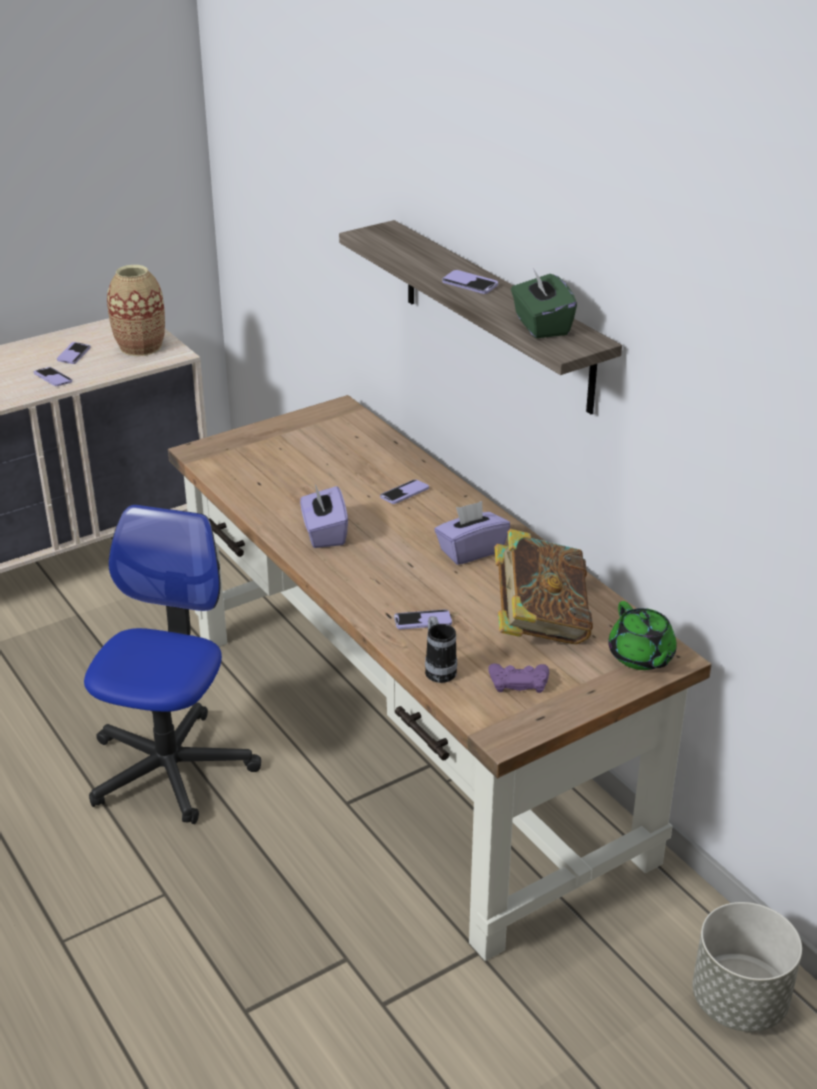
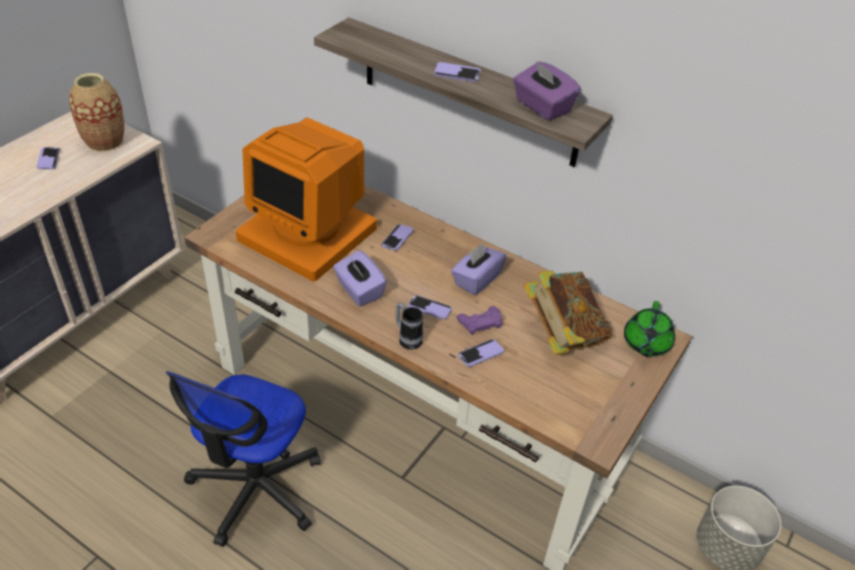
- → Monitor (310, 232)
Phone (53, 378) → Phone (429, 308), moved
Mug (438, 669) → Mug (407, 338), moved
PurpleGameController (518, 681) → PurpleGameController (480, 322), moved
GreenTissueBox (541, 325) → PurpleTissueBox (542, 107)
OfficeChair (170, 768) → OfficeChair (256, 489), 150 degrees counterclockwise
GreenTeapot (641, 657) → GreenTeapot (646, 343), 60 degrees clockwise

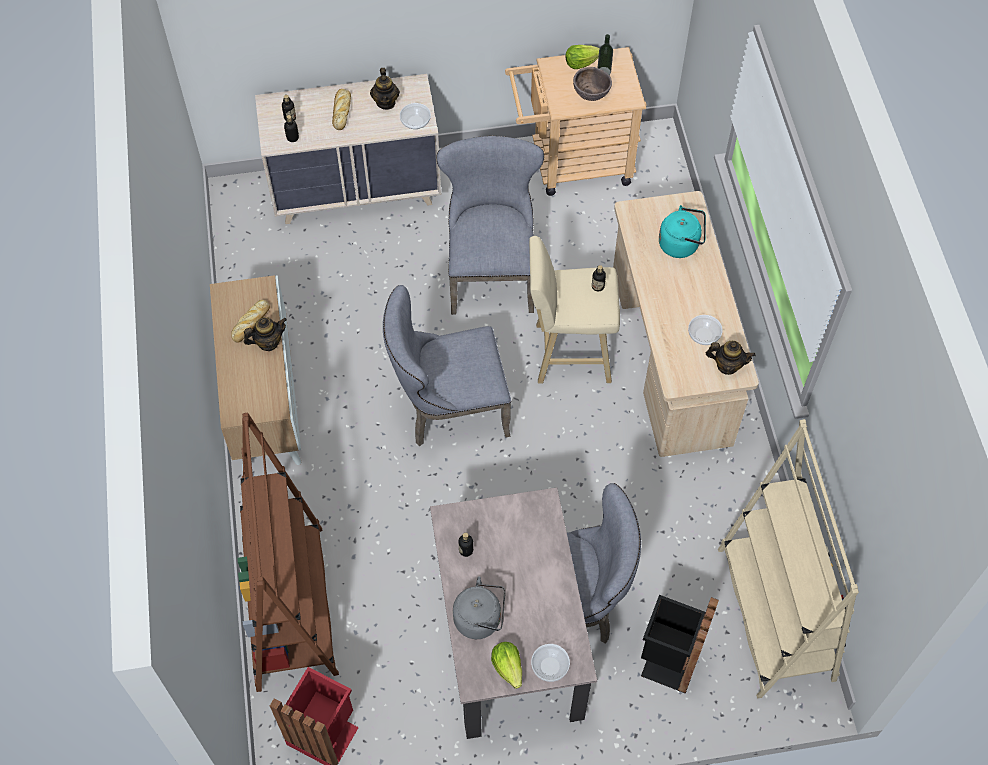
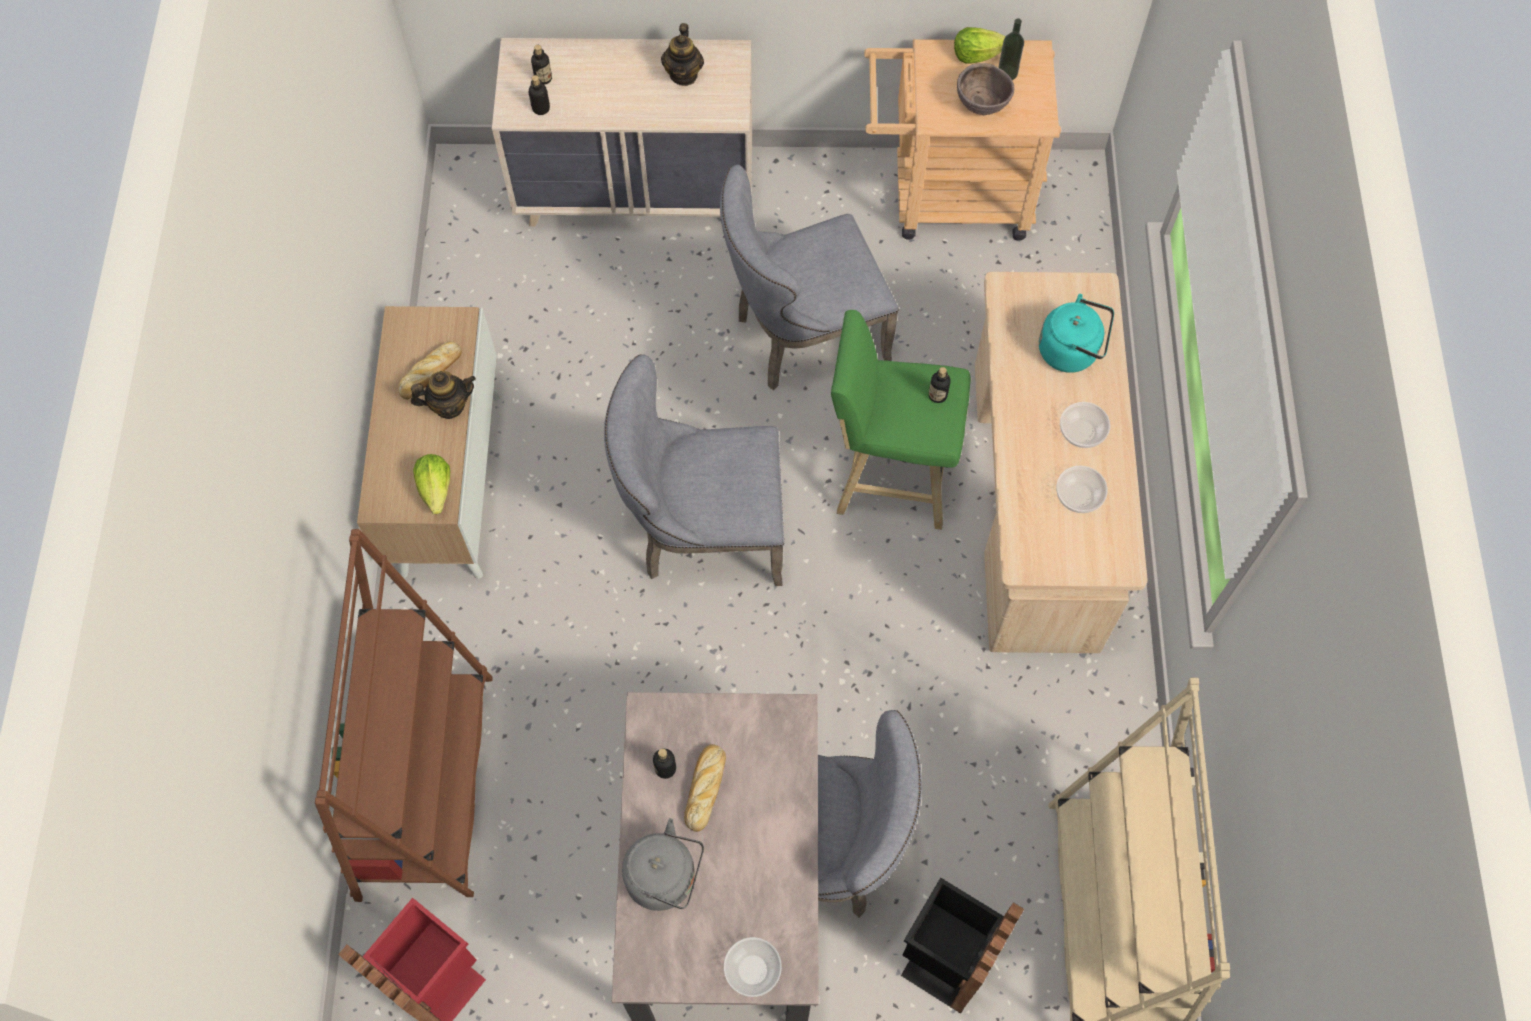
Teapot (727, 365) → -
Bread (341, 110) → Bread (705, 787), moved
Bowl (416, 122) → Bowl (1082, 432), moved
Lettuce (508, 667) → Lettuce (436, 489), moved
BeigeStool (568, 353) → GreenStool (888, 475)
GreyChair (491, 271) → GreyChair (802, 337), 120 degrees counterclockwise

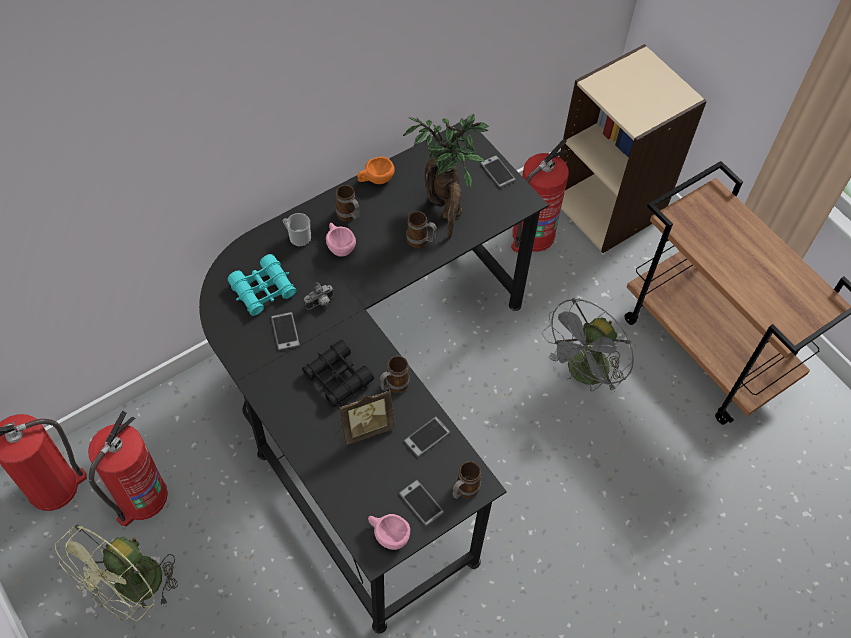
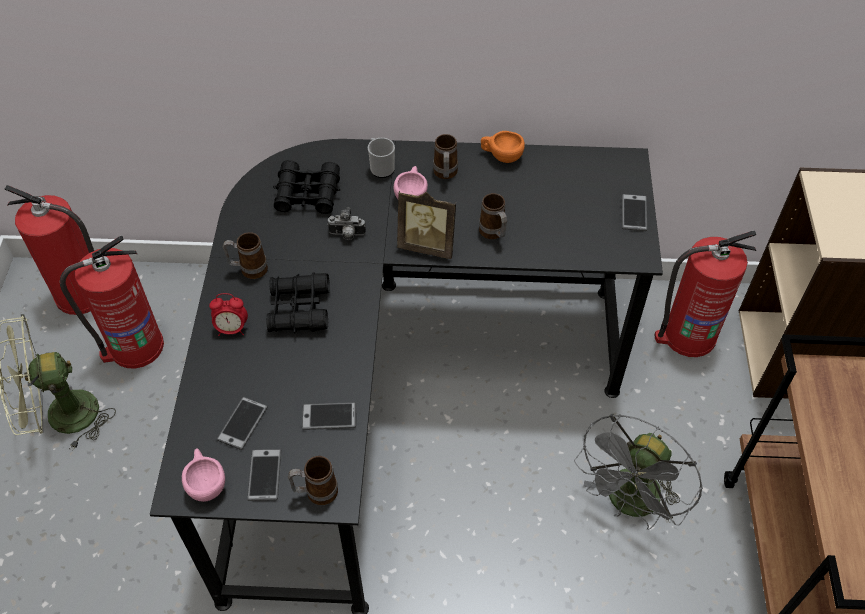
PottedPlant (445, 210) → -
- → AlarmClock (232, 329)
Phone (285, 331) → Phone (242, 423), moved
PictureFrame (366, 427) → PictureFrame (428, 245), moved
Mug (393, 386) → Mug (248, 269), moved
TurquoiseBinoculars (263, 290) → BlackBinoculars (308, 194)
GreyFan (583, 374) → GreyFan (630, 504), 45 degrees counterclockwise

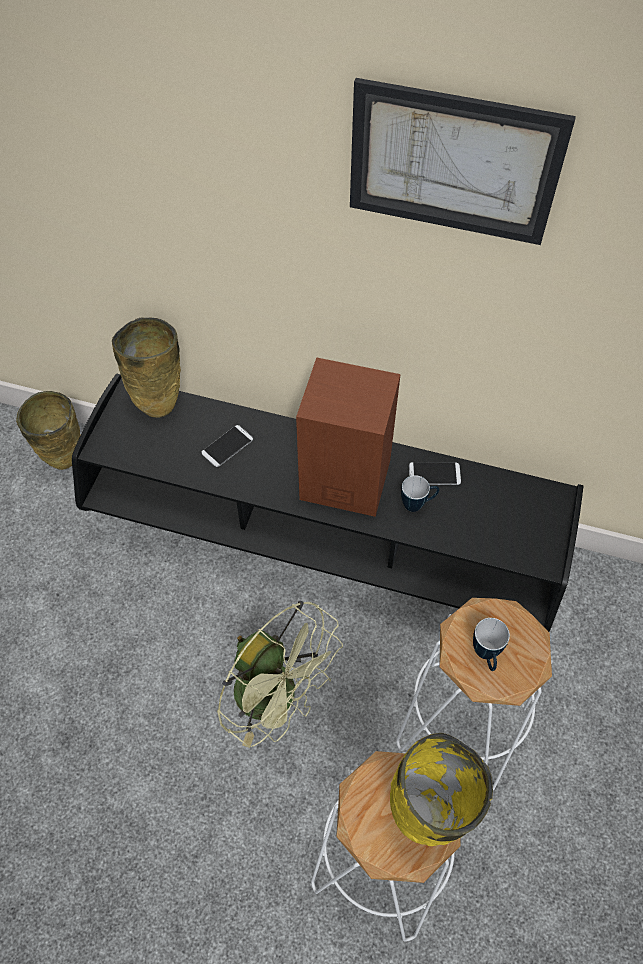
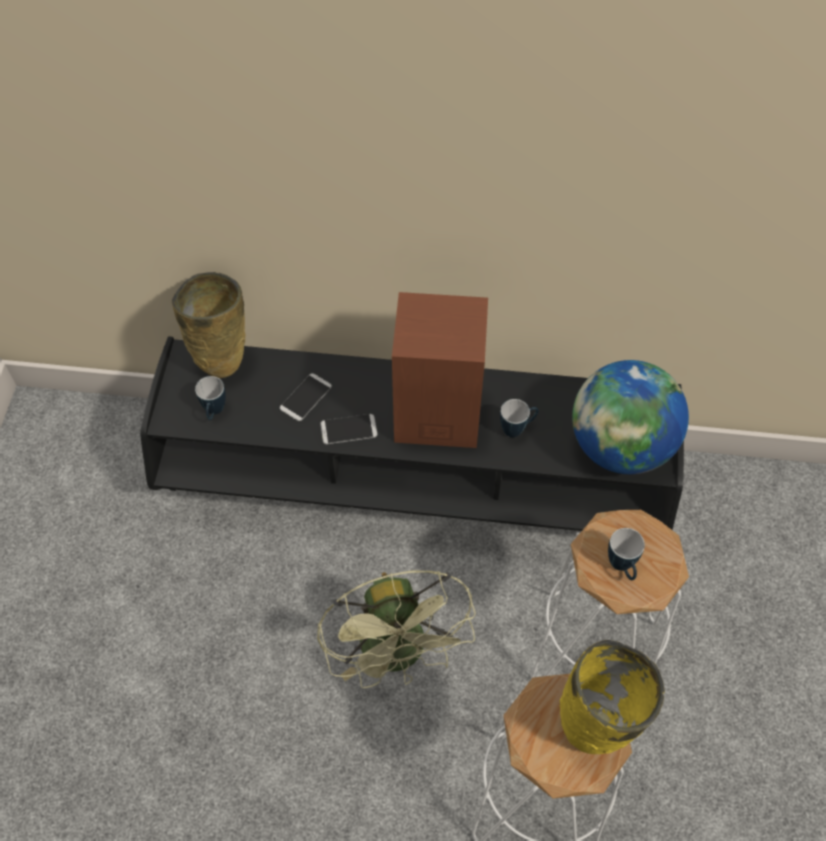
BeigeVase (65, 462) → -
Picture (453, 163) → -
- → Mug (214, 412)
- → Globe (620, 447)
Phone (434, 474) → Phone (348, 429), moved
GreenFan (278, 698) → GreenFan (399, 655), 45 degrees clockwise

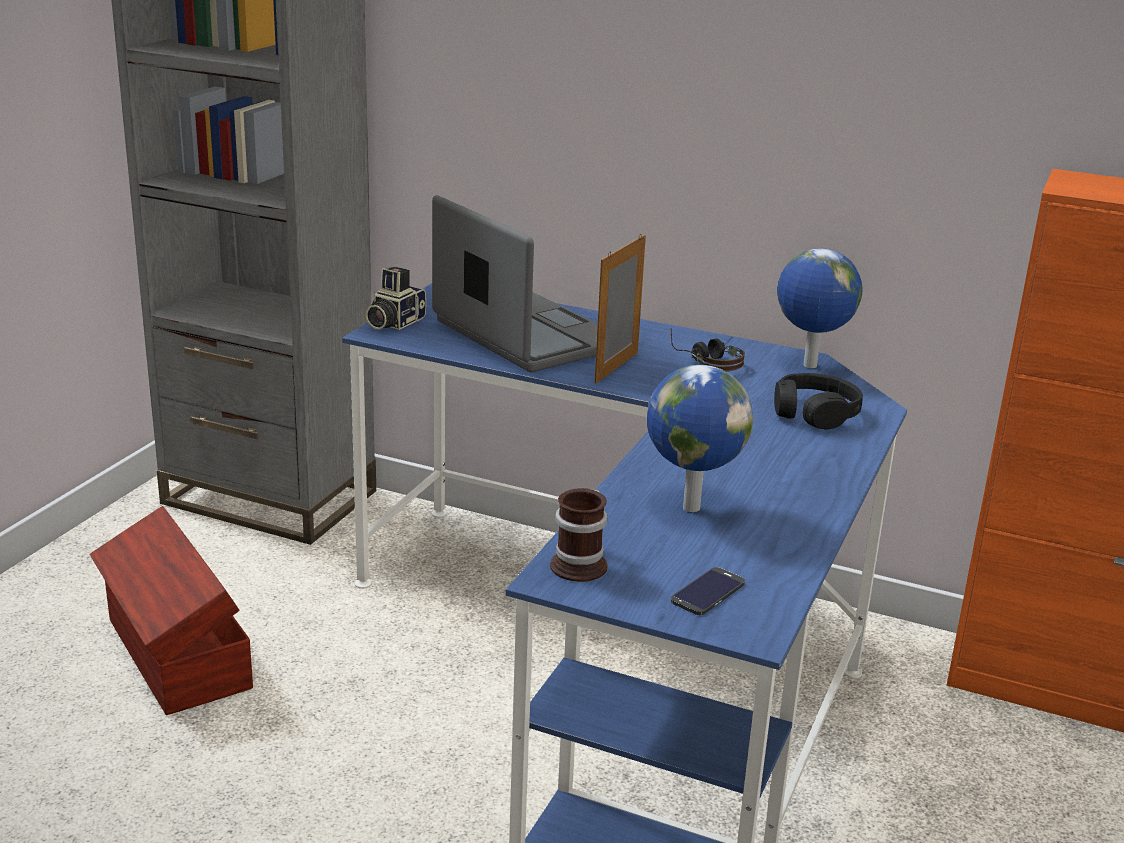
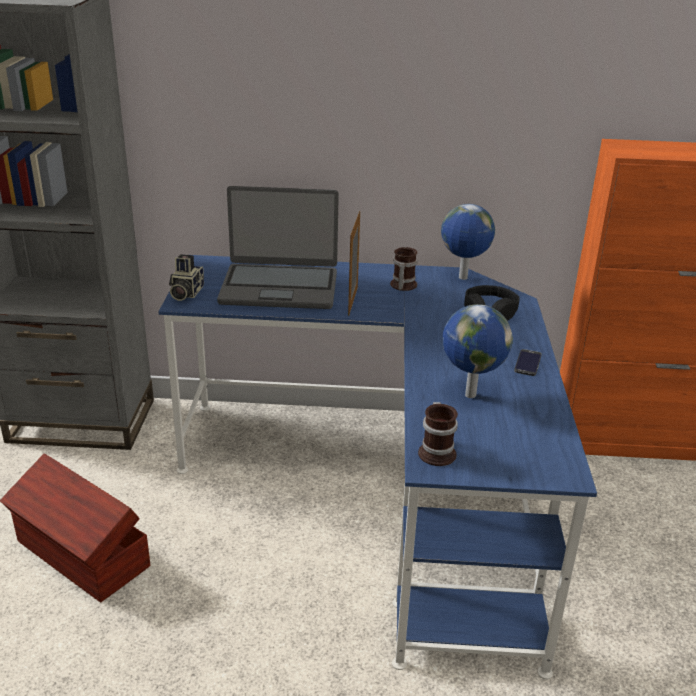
Phone (708, 592) → Phone (528, 363), moved
Headphones (705, 361) → Mug (401, 286)
Laptop (526, 336) → Laptop (279, 287), 150 degrees clockwise

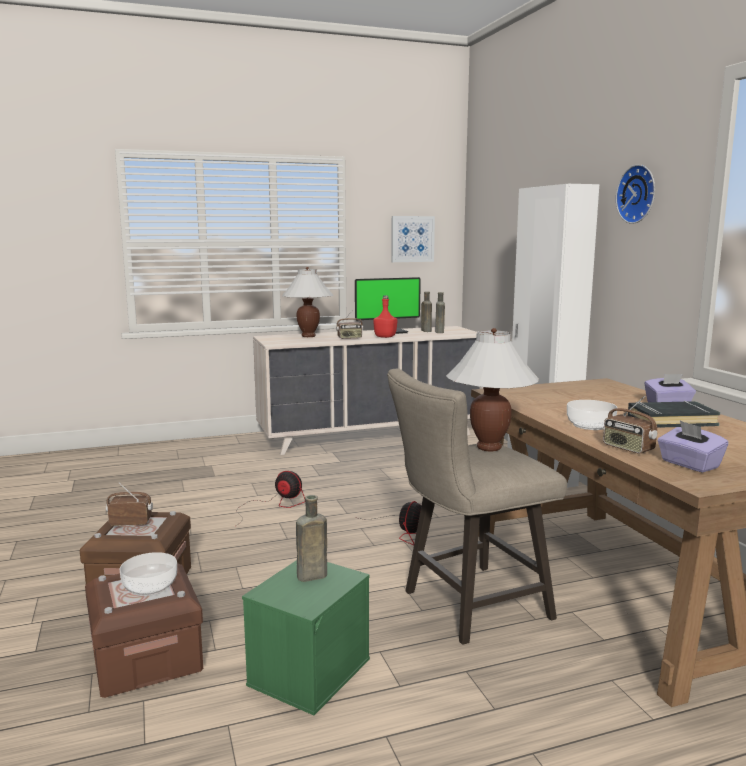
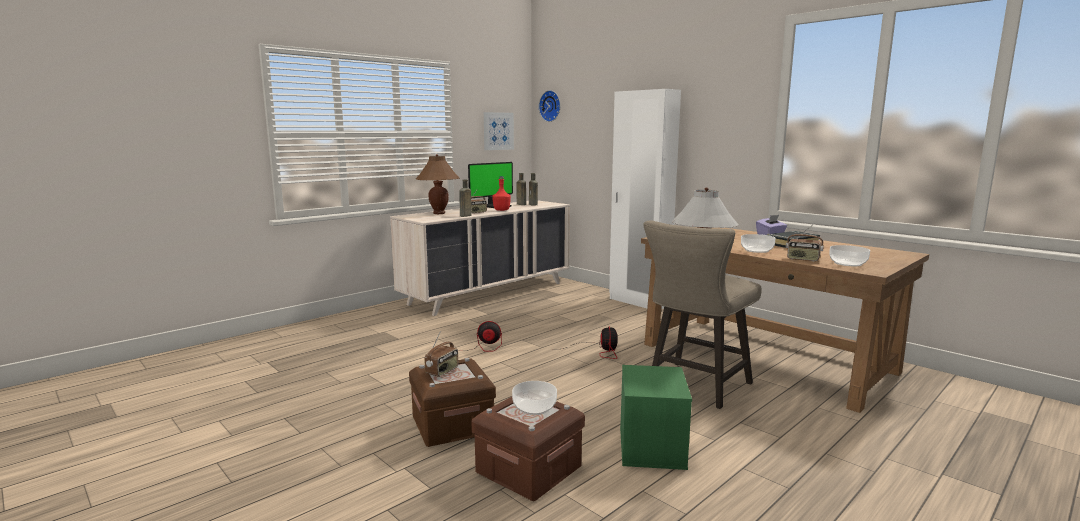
BrownBottle (310, 576) → BrownBottle (465, 216), moved
WallClock (638, 194) → WallClock (551, 106), moved
PurpleTissueBox (689, 464) → Bowl (848, 263)
WhiteTableLamp (308, 336) → BrownTableLamp (439, 213)
Radio (131, 522) → Radio (442, 371), 150 degrees clockwise

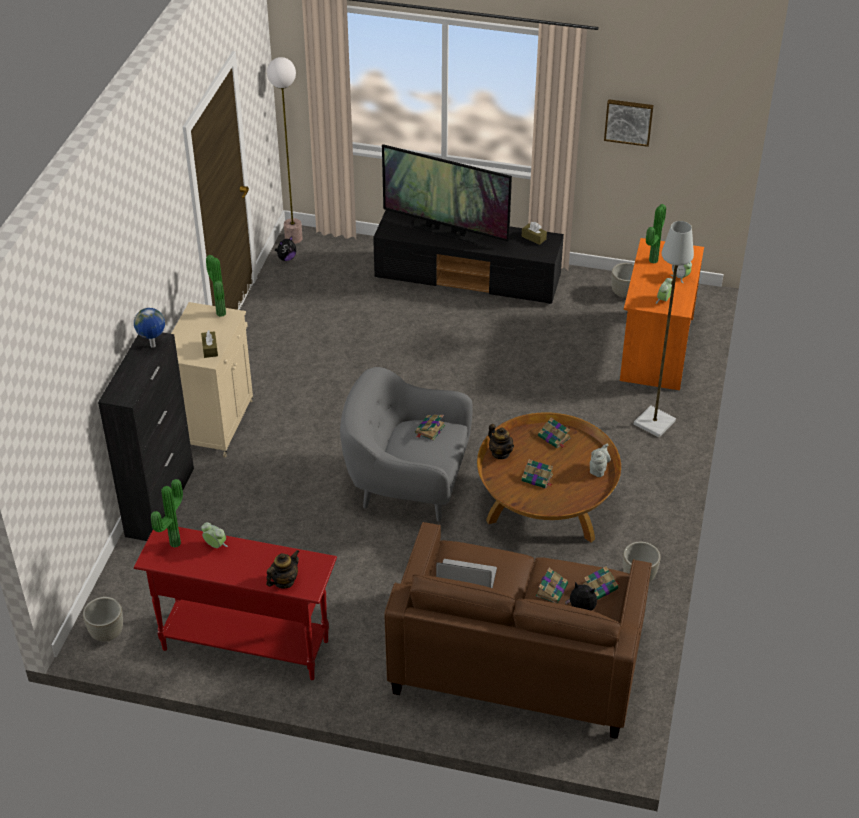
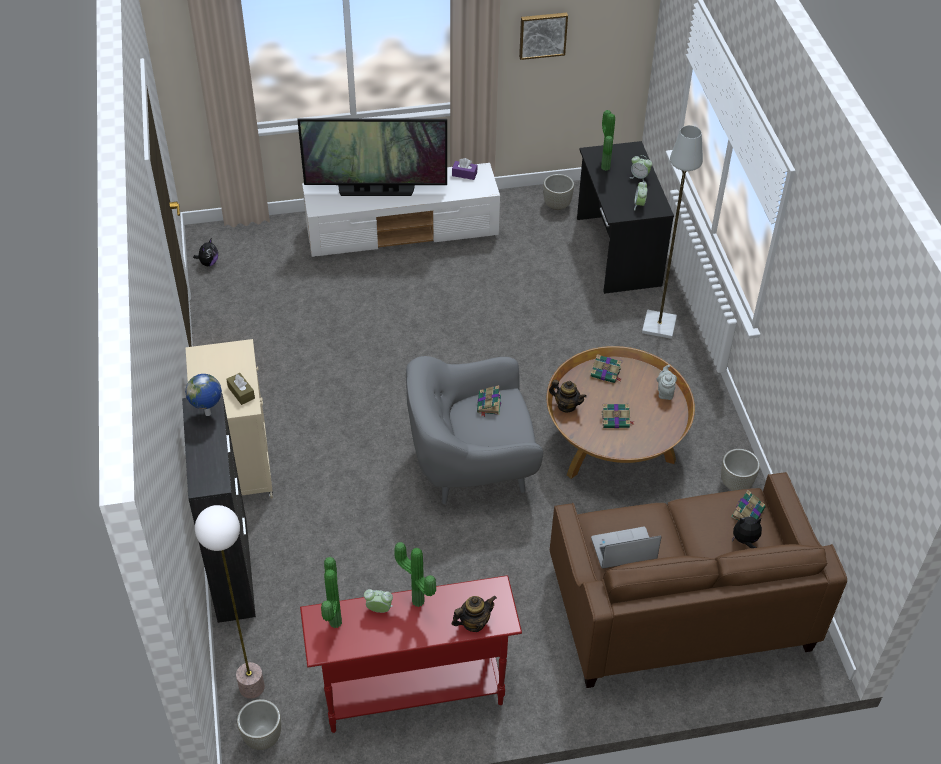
Book (552, 589) → -
PottedPlant (219, 314) → PottedPlant (416, 603), moved
FloorLamp (293, 238) → FloorLamp (251, 687), moved
BlackTvStand (469, 278) → WhiteTvStand (403, 231)
BrownTissueBox (533, 238) → PurpleTissueBox (464, 174)
OrangeDesk (655, 349) → BlackDesk (617, 252)
Teapot (284, 581) → Teapot (473, 623), 45 degrees clockwise

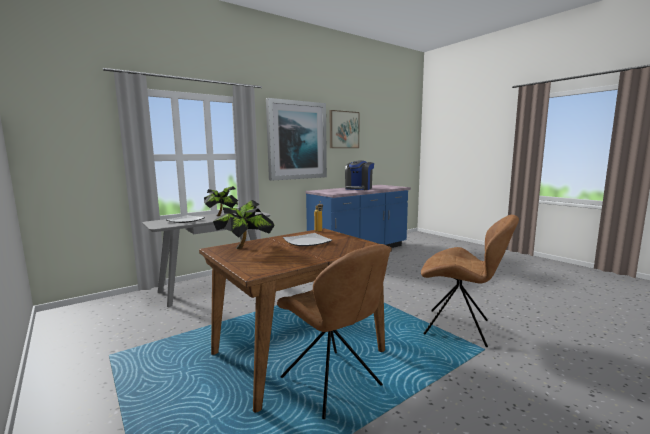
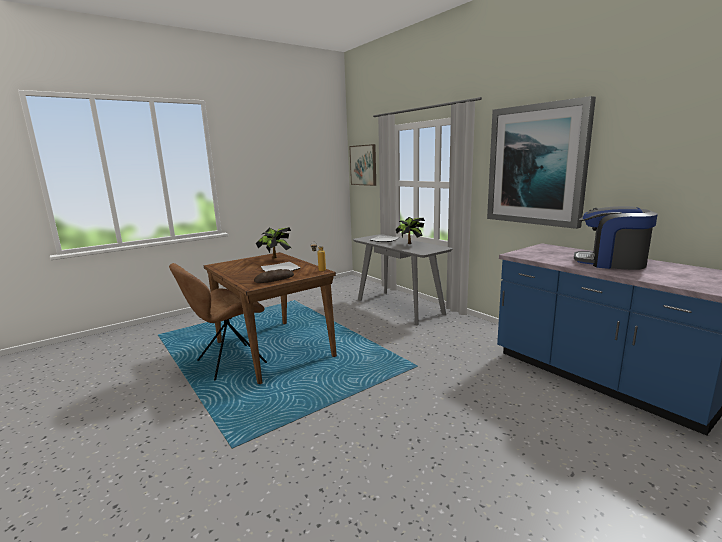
BrownChair (460, 328) → -
- → Bread (274, 279)
Picture (344, 130) → Picture (363, 165), moved

